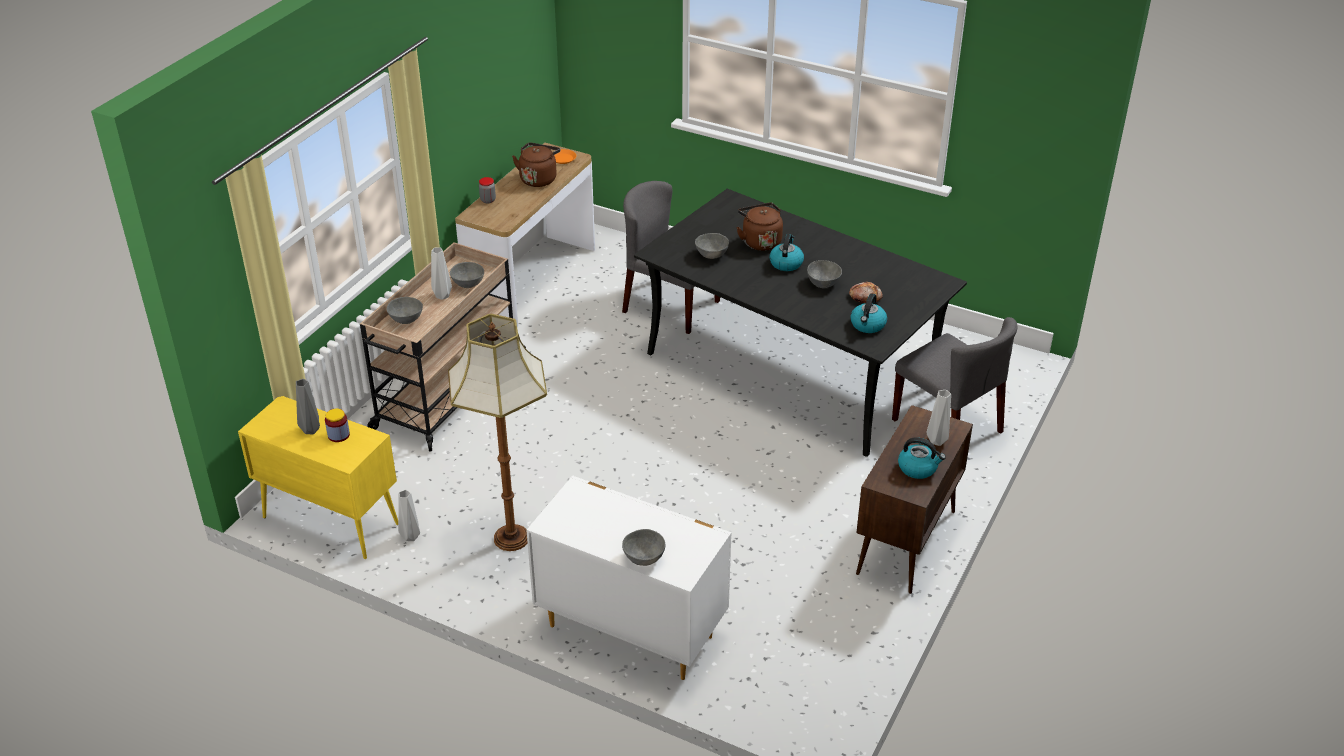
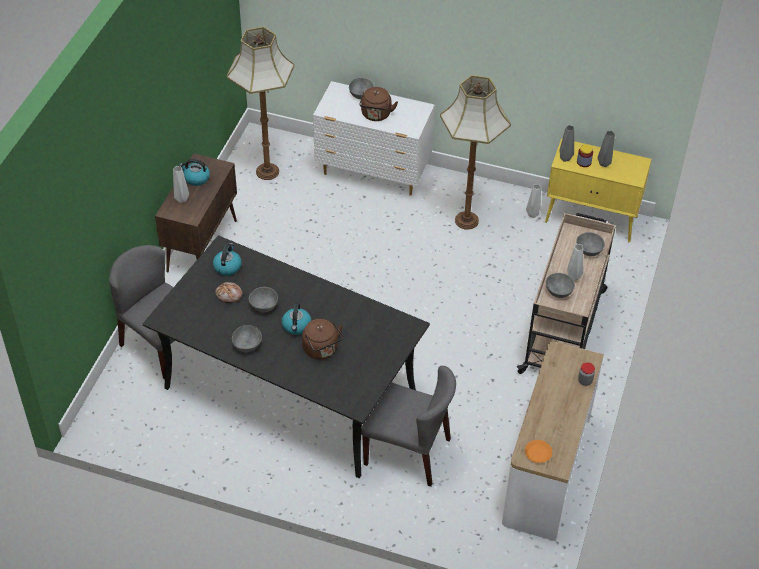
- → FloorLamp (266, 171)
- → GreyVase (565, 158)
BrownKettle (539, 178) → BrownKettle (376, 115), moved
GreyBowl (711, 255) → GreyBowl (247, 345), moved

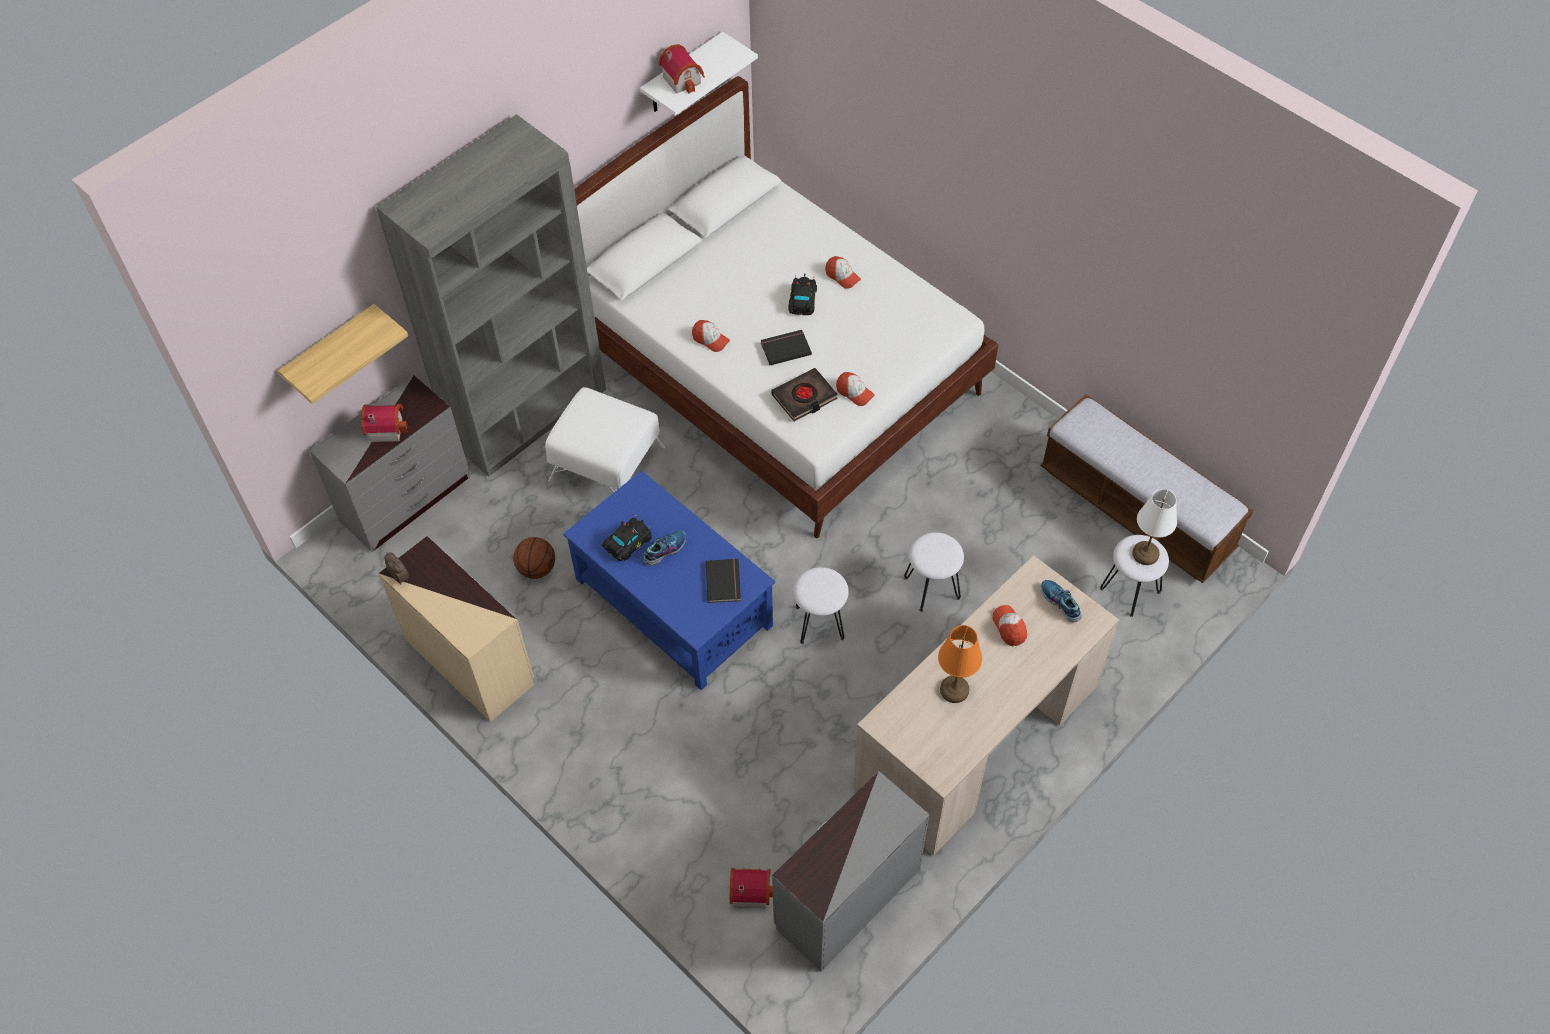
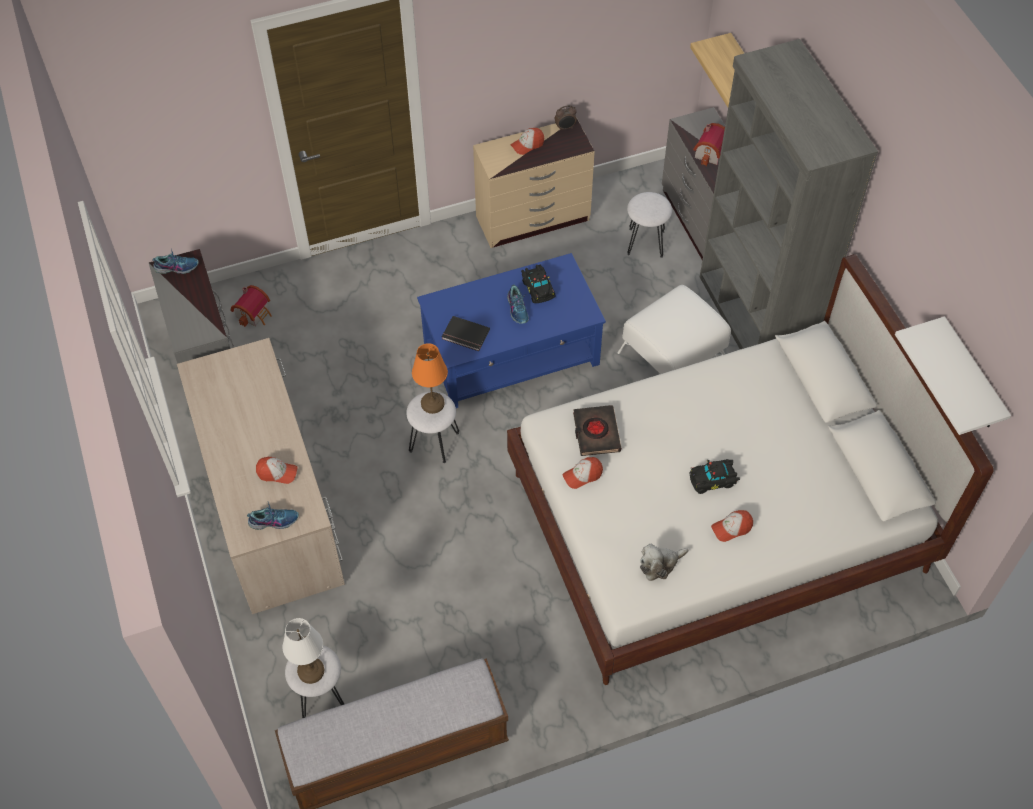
Basketball (537, 568) → -
ToyHouse (683, 79) → -
BlackBook (785, 348) → -
- → Shoe (177, 267)
- → PlushToy (660, 564)
Cap (710, 339) → Cap (527, 145), moved
WhiteStool (932, 588) → WhiteStool (645, 242), moved
OrangeTableLamp (955, 690) → OrangeTableLamp (432, 404), moved
BlackToyCar (802, 301) → BlackToyCar (714, 480), 135 degrees clockwise

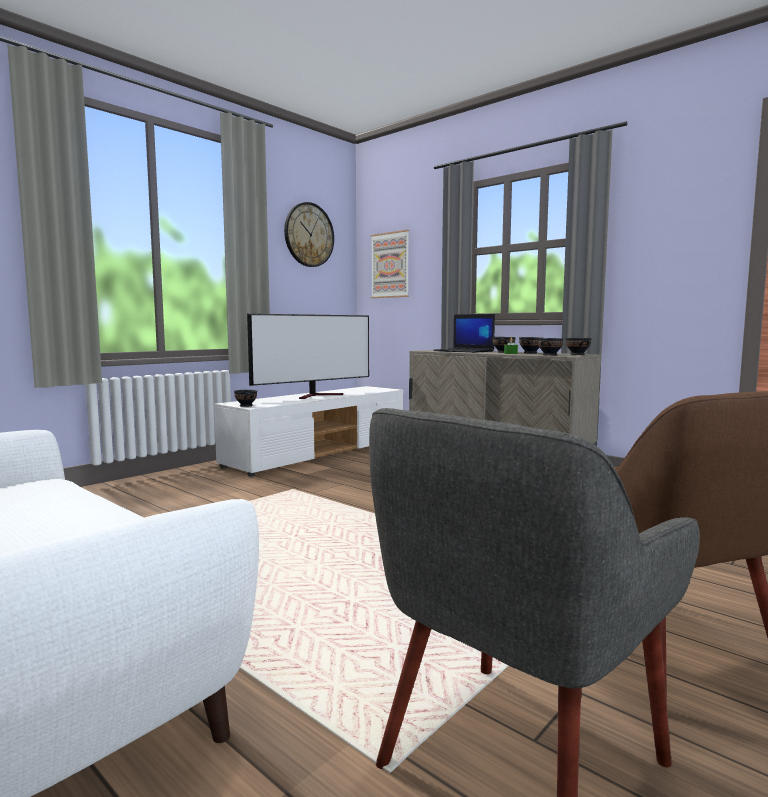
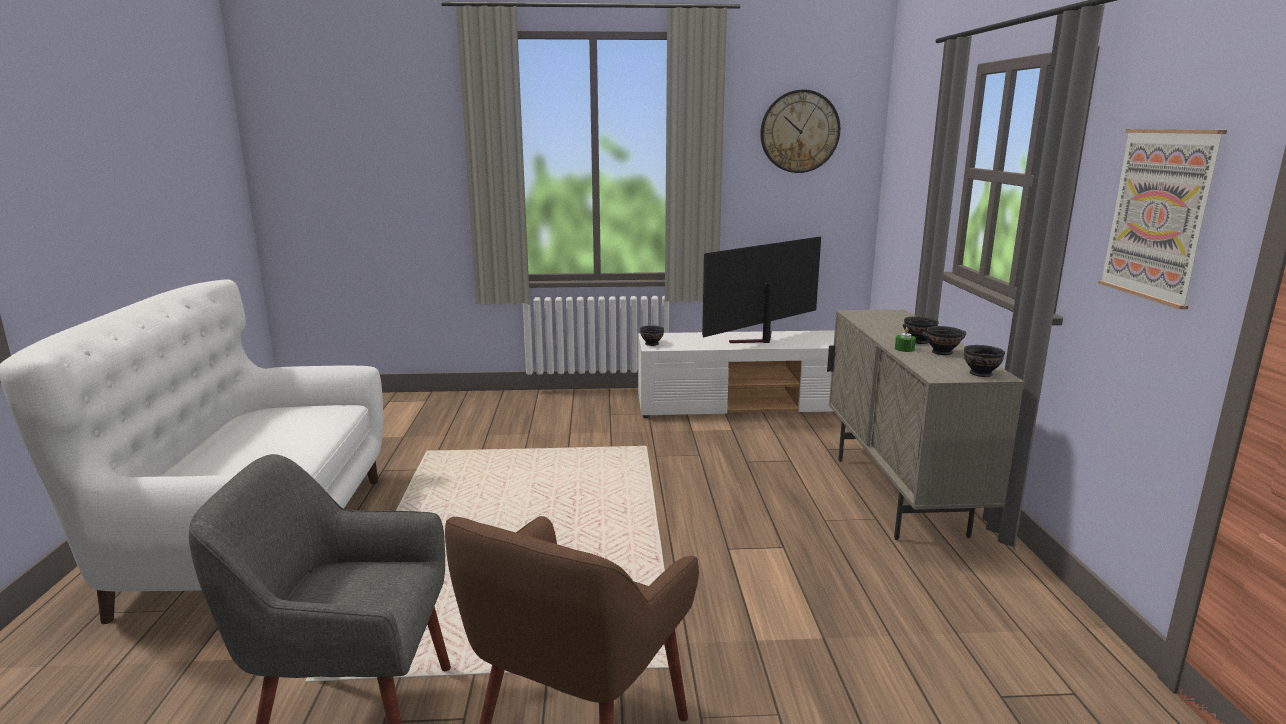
Laptop (465, 351) → -
BlackBowl (550, 355) → -
Picture (390, 265) → Picture (1159, 215), moved
Television (318, 396) → Television (757, 340), 135 degrees clockwise

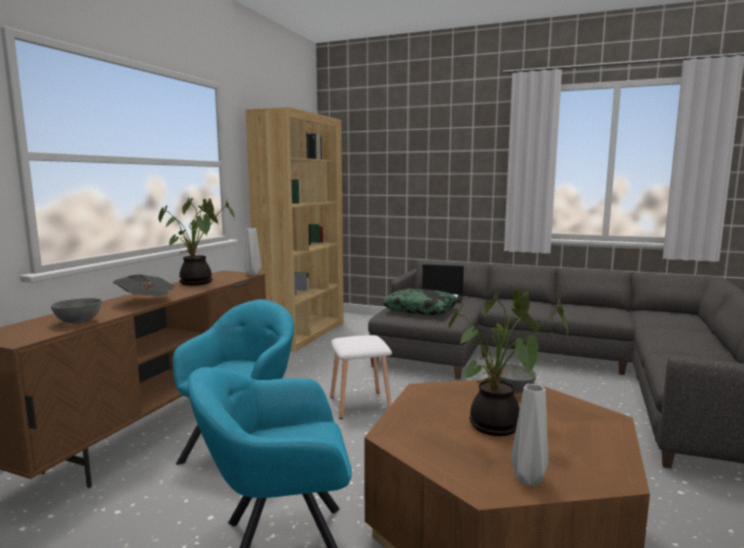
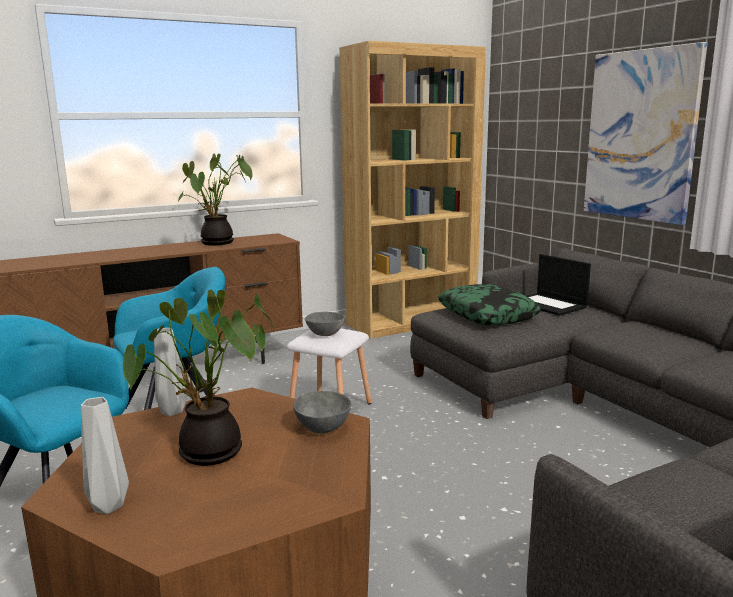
Newspaper (148, 301) → -
- → Picture (640, 135)
GreyBowl (78, 322) → GreyBowl (325, 334), moved
GreyVase (253, 274) → GreyVase (171, 412), moved

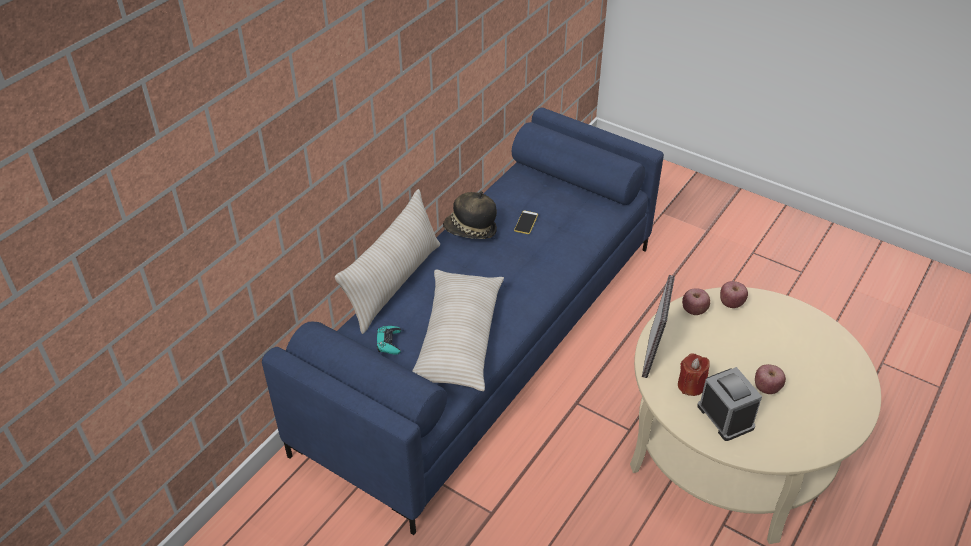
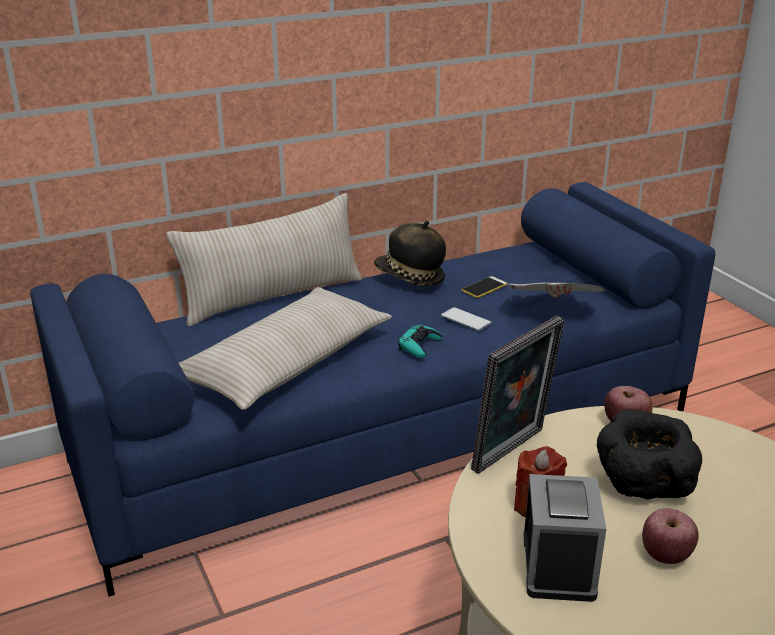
Apple (731, 303) → -
- → Phone (466, 319)
- → Newspaper (553, 312)
- → BlackBowl (642, 486)
TurquoiseGameController (389, 343) → TurquoiseGameController (419, 346), moved

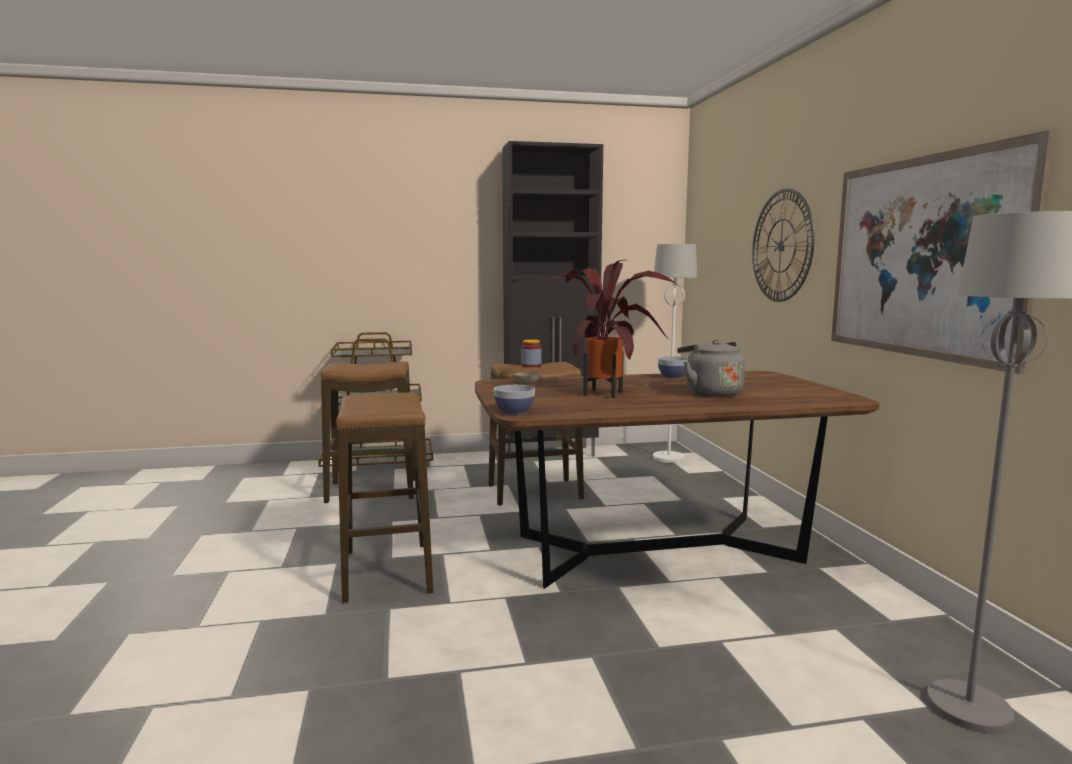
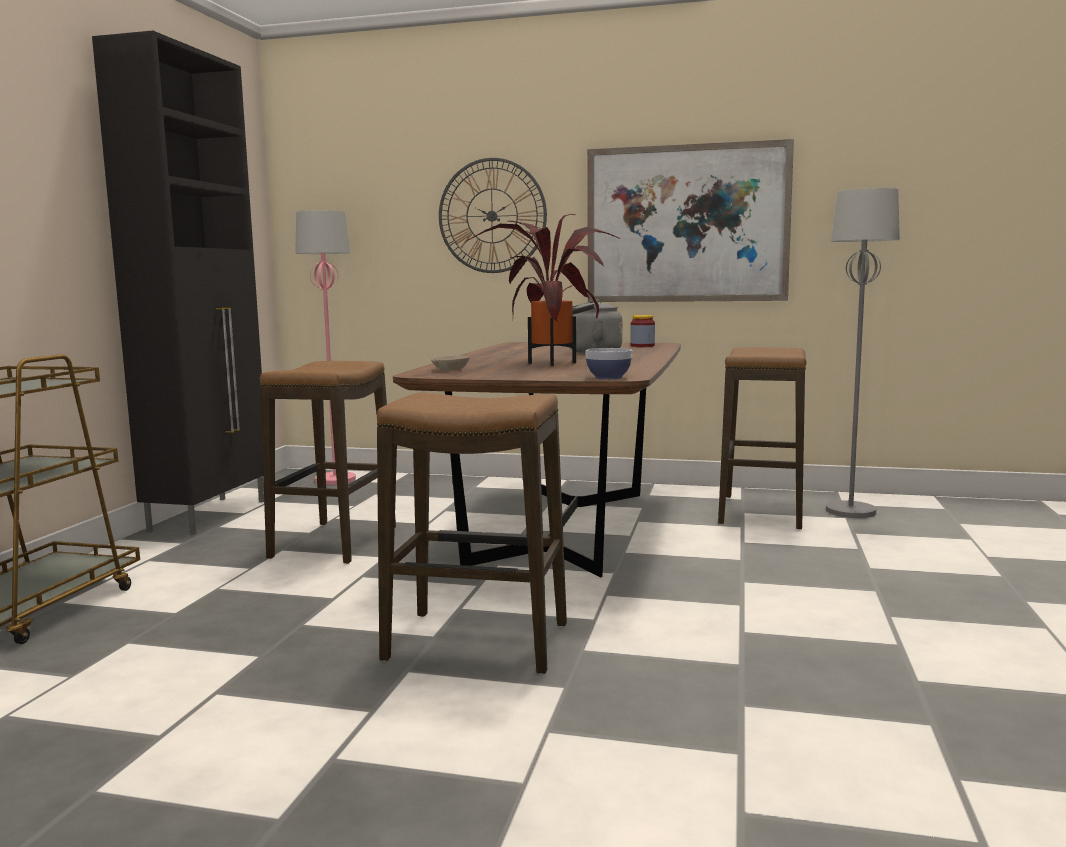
Bowl (672, 377) → -
Stool (371, 491) → Stool (761, 512), moved
Jar (531, 365) → Jar (642, 346), moved
WhiteFloorLamp (669, 458) → PinkFloorLamp (336, 480)

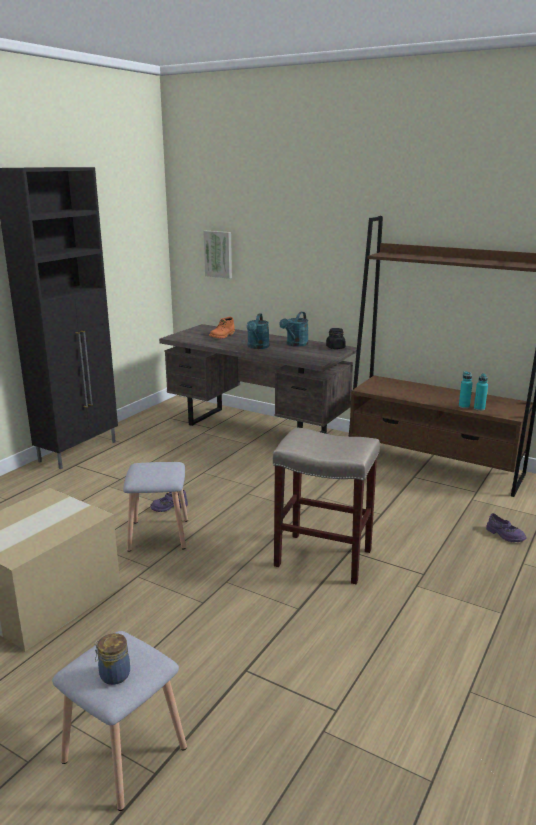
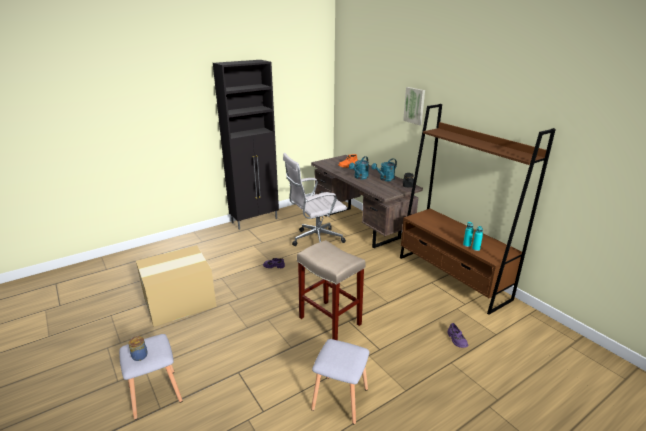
- → WhiteOfficeChair (315, 240)
GreyStool (158, 534) → GreyStool (340, 398), moved
Picture (219, 254) → Picture (415, 105), moved

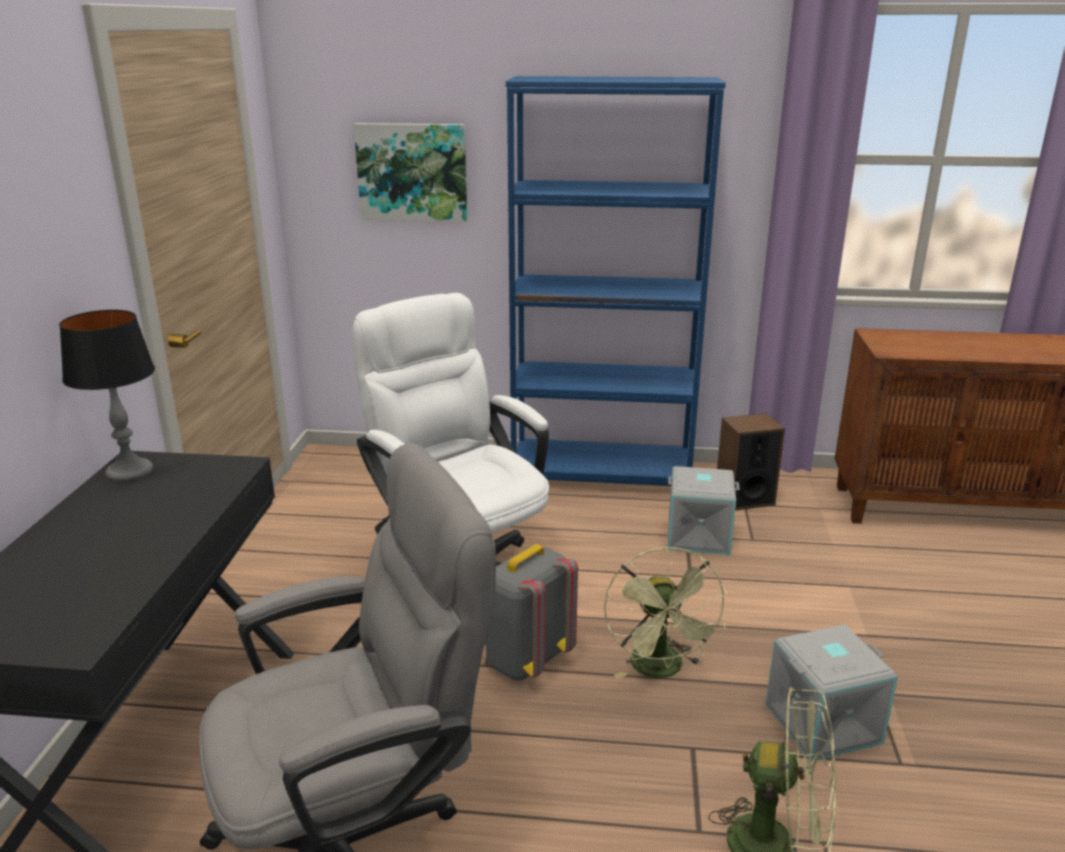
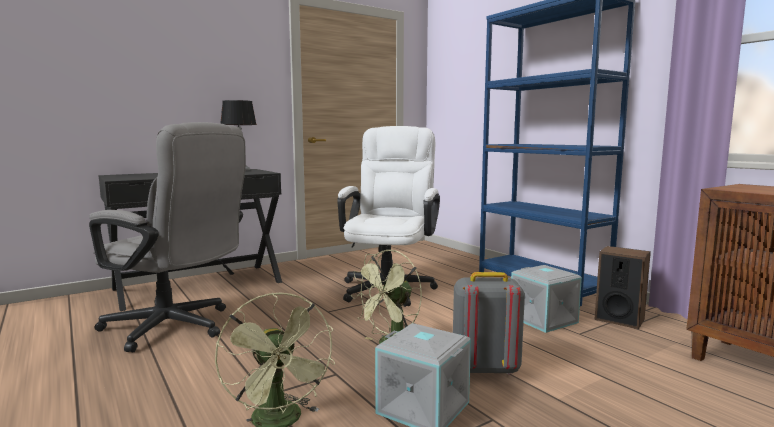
Picture (412, 172) → -
GreyBackpack (525, 660) → GreyBackpack (484, 368), moved

